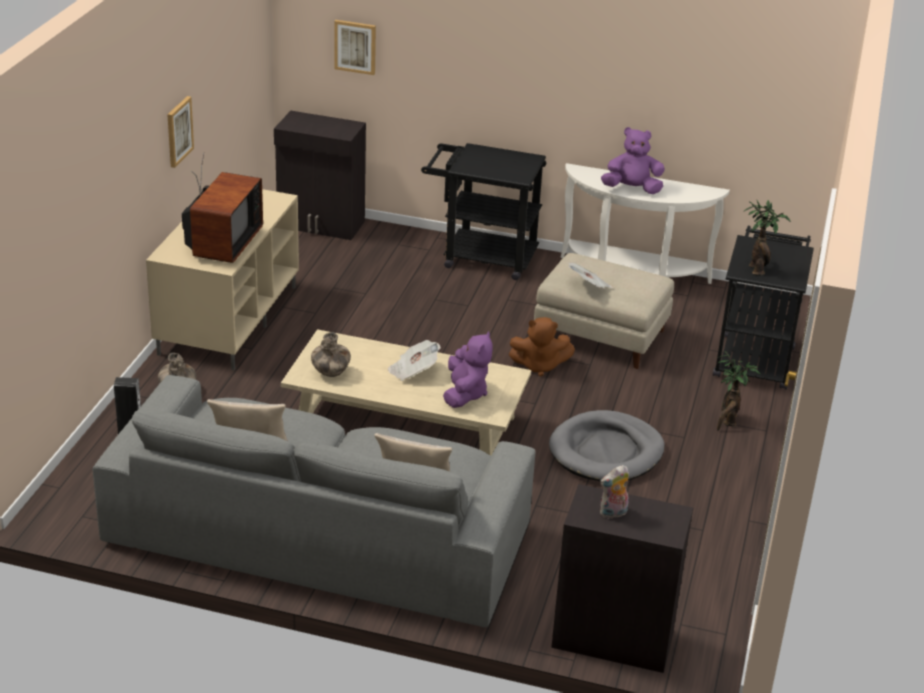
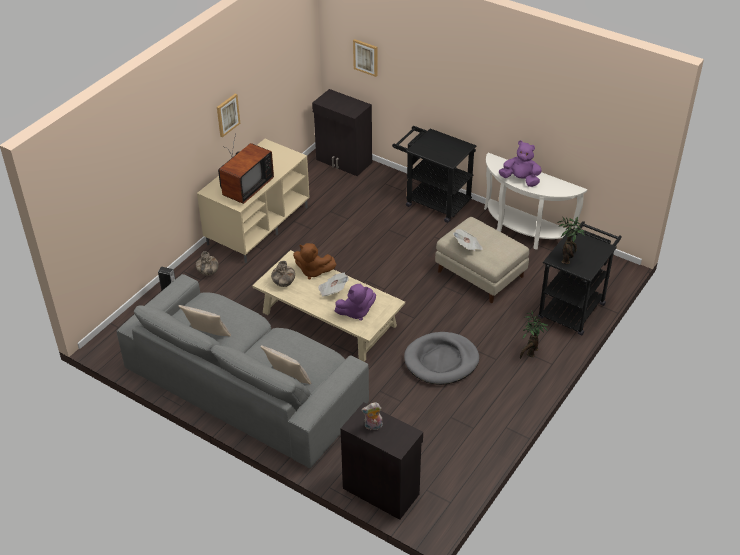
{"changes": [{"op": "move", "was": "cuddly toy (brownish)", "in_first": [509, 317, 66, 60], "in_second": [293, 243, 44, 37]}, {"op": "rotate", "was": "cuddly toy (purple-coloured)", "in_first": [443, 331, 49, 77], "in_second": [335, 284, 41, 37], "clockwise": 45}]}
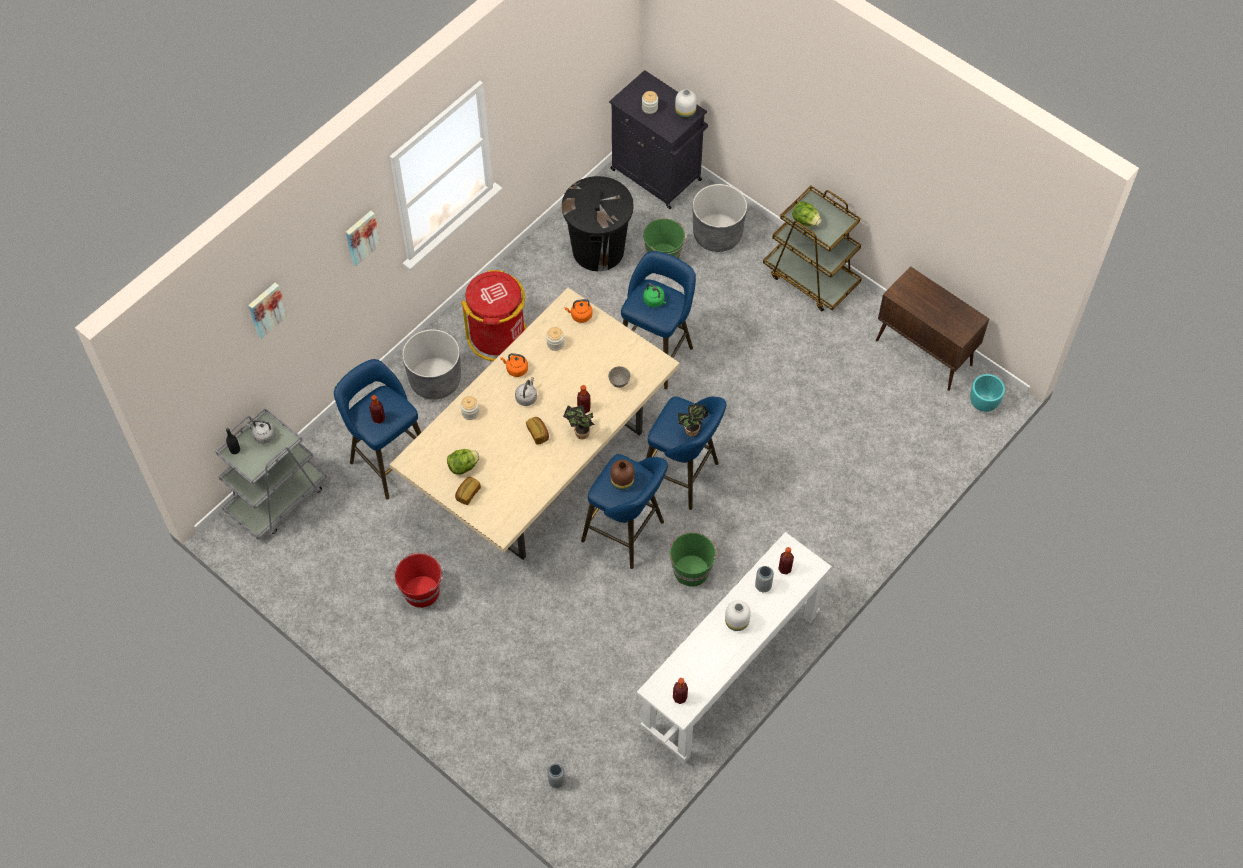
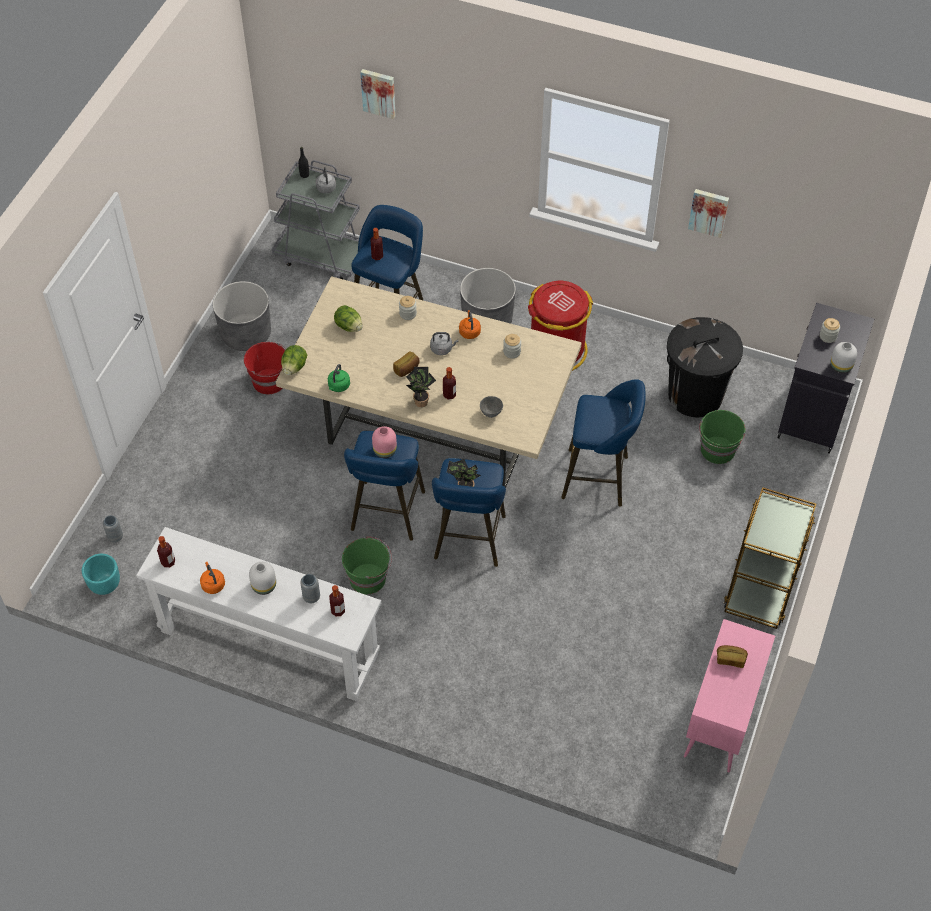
{"changes": [{"op": "move", "was": "flower pot (blue-green)", "in_first": [970, 374, 35, 38], "in_second": [82, 554, 38, 41]}, {"op": "move", "was": "kettle (orange-coloured)", "in_first": [564, 299, 28, 24], "in_second": [200, 562, 25, 32]}, {"op": "move", "was": "flower pot (grey)", "in_first": [693, 184, 54, 68], "in_second": [213, 281, 58, 70]}, {"op": "move", "was": "lettuce head", "in_first": [792, 201, 29, 26], "in_second": [281, 345, 26, 30]}, {"op": "move", "was": "kettle (green)", "in_first": [643, 283, 23, 24], "in_second": [328, 364, 22, 28]}, {"op": "recolor", "was": "vase (brownish)", "now": "vase (pinkish)", "in_first": [611, 460, 23, 30], "in_second": [372, 426, 25, 32]}, {"op": "recolor", "was": "cabinet (brownish)", "now": "cabinet (pinkish)", "in_first": [876, 266, 113, 125], "in_second": [684, 619, 91, 154]}, {"op": "move", "was": "picture", "in_first": [346, 211, 35, 55], "in_second": [688, 189, 41, 49]}, {"op": "move", "was": "bakery bread", "in_first": [455, 477, 26, 28], "in_second": [717, 645, 31, 23]}]}
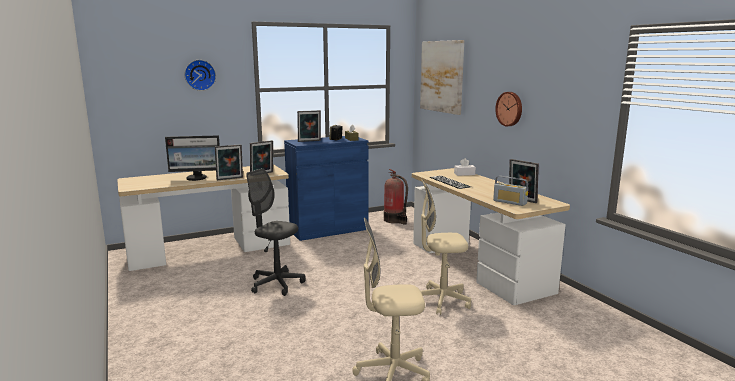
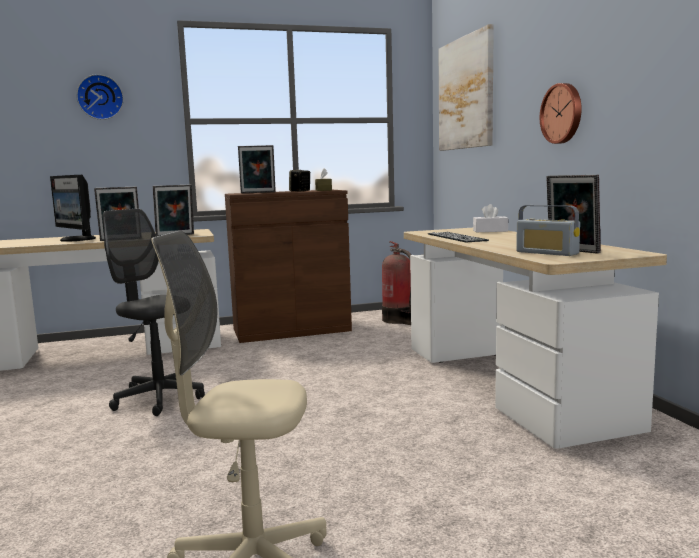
{"changes": [{"op": "rotate", "was": "computer screen", "in_first": [165, 135, 55, 46], "in_second": [50, 175, 46, 67], "clockwise": 45}, {"op": "recolor", "was": "cabinet (blue)", "now": "cabinet (brownish)", "in_first": [284, 136, 84, 105], "in_second": [225, 190, 127, 153]}, {"op": "delete", "was": "desk chair (beige-coloured)", "in_first": [421, 179, 50, 136]}]}
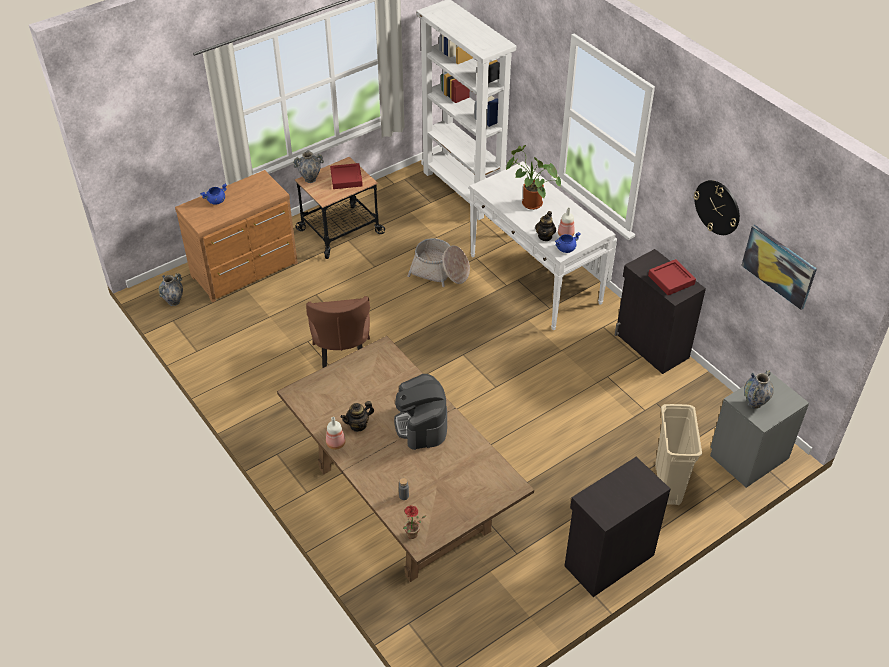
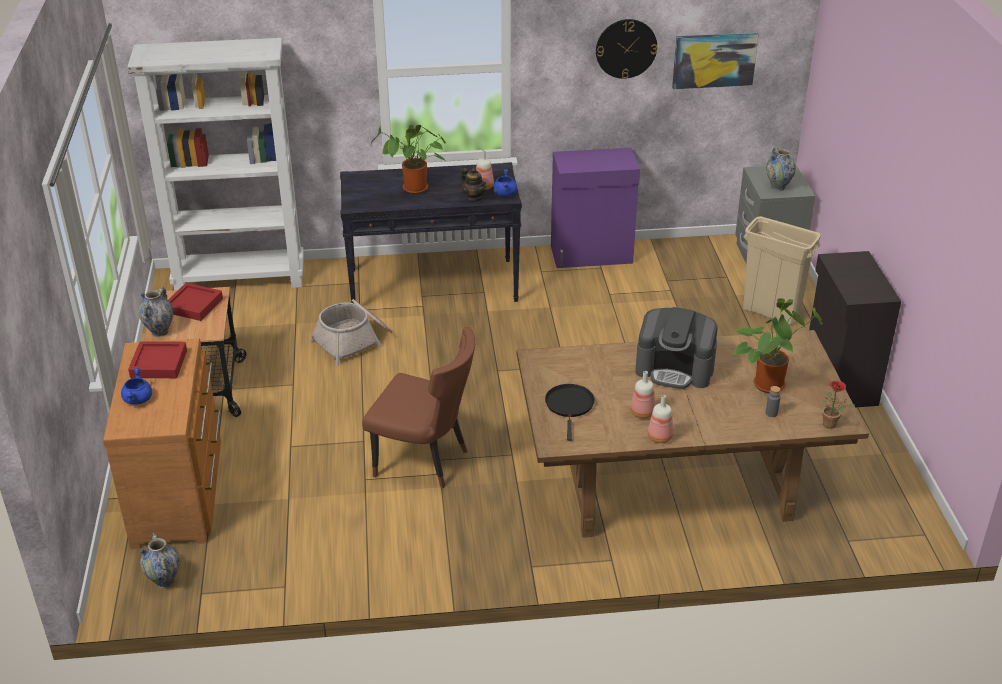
{"changes": [{"op": "move", "was": "carrying tray (red-coloured)", "in_first": [648, 259, 48, 36], "in_second": [128, 341, 59, 37]}, {"op": "recolor", "was": "hall table (whitish)", "now": "hall table (black-coloured)", "in_first": [469, 161, 147, 170], "in_second": [340, 162, 182, 142]}, {"op": "insert", "now": "skillet (black-coloured)", "in_second": [545, 384, 50, 57]}, {"op": "recolor", "was": "cabinet (black-coloured)", "now": "cabinet (purple-coloured)", "in_first": [615, 249, 91, 125], "in_second": [551, 148, 89, 120]}, {"op": "replace", "was": "teapot", "now": "bottle", "in_first": [340, 401, 34, 31], "in_second": [630, 371, 26, 47]}, {"op": "insert", "now": "plant in a pot", "in_second": [734, 298, 89, 95]}]}
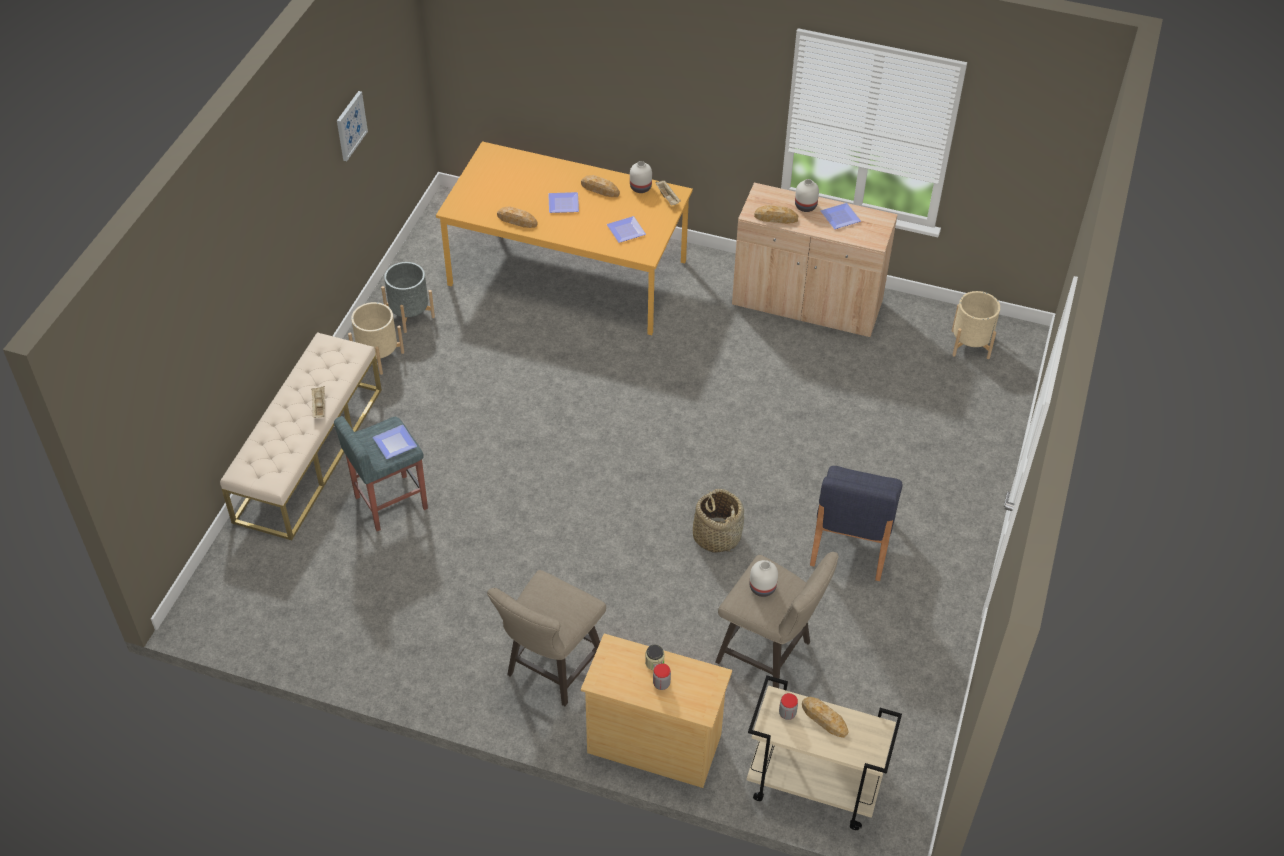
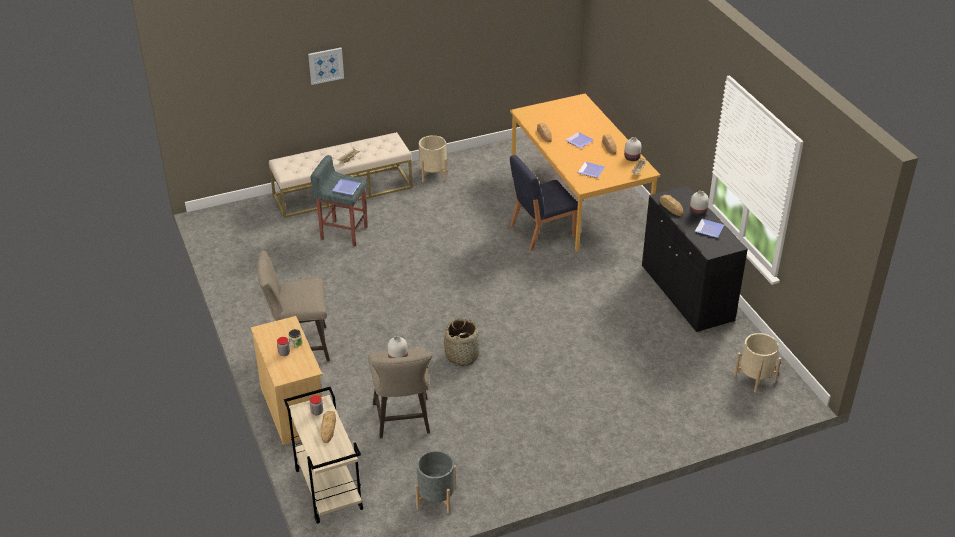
{"changes": [{"op": "move", "was": "picture", "in_first": [337, 91, 31, 70], "in_second": [308, 48, 36, 37]}, {"op": "move", "was": "flower pot (grey)", "in_first": [381, 262, 54, 71], "in_second": [416, 450, 40, 64]}, {"op": "move", "was": "upright chair (blue)", "in_first": [810, 466, 92, 115], "in_second": [510, 155, 68, 96]}, {"op": "recolor", "was": "cabinet (beige-coloured)", "now": "cabinet (black-coloured)", "in_first": [732, 183, 166, 154], "in_second": [642, 186, 106, 147]}]}
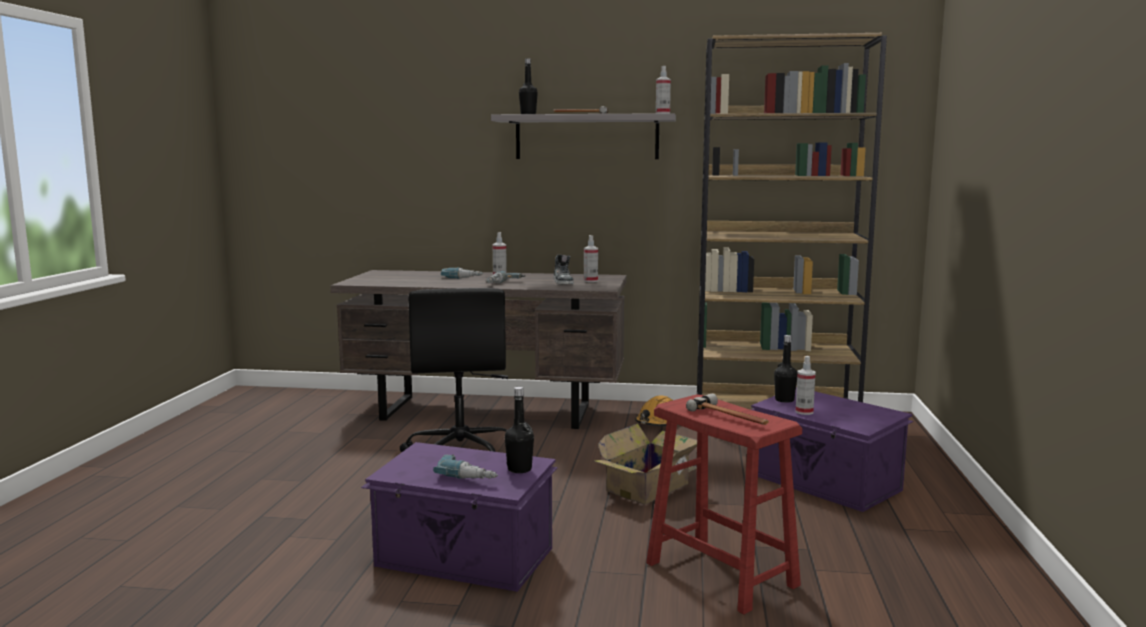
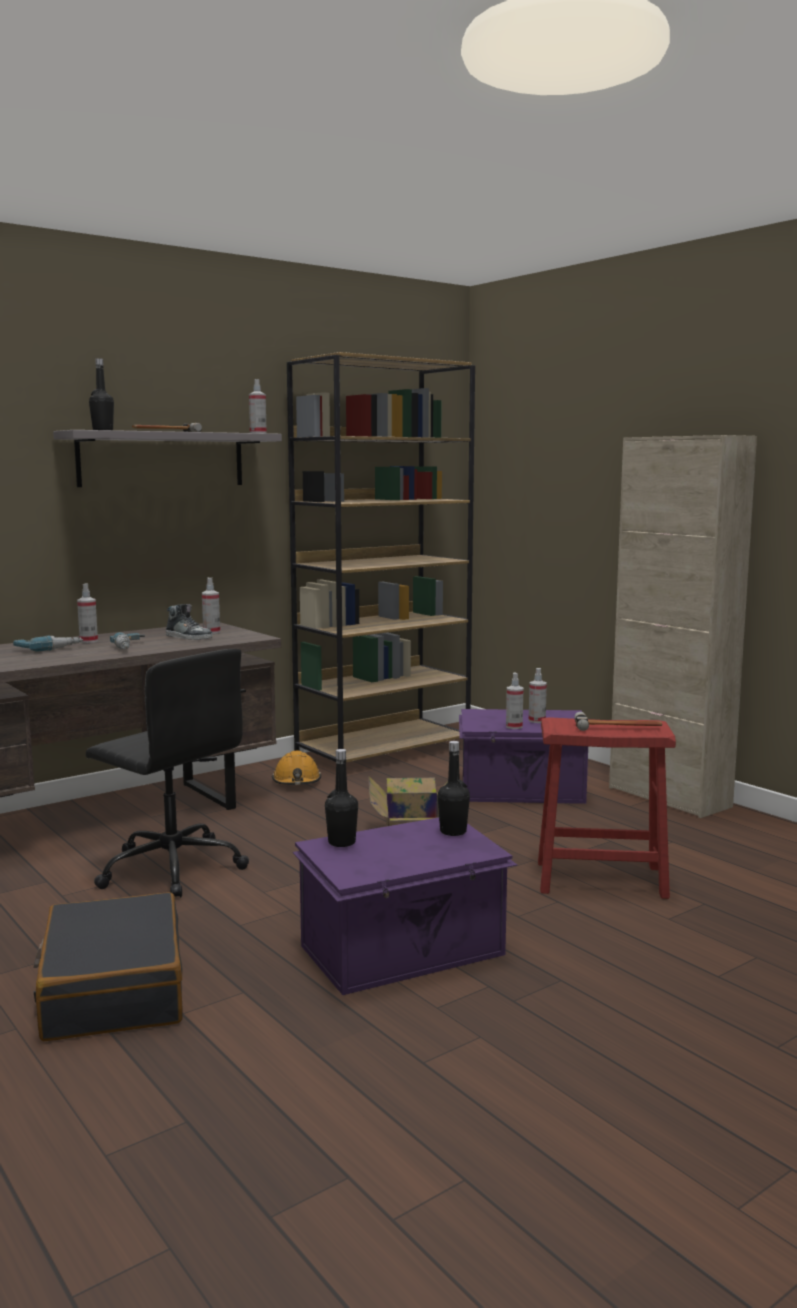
{"changes": [{"op": "insert", "now": "piece of luggage (black-coloured)", "in_second": [33, 892, 150, 149]}, {"op": "move", "was": "bottle (black-coloured)", "in_first": [774, 335, 23, 68], "in_second": [325, 749, 33, 98]}, {"op": "insert", "now": "spray bottle", "in_second": [529, 668, 18, 55]}, {"op": "insert", "now": "cabinet (beige-coloured)", "in_second": [609, 435, 148, 383]}, {"op": "delete", "was": "power drill", "in_first": [433, 454, 65, 25]}]}
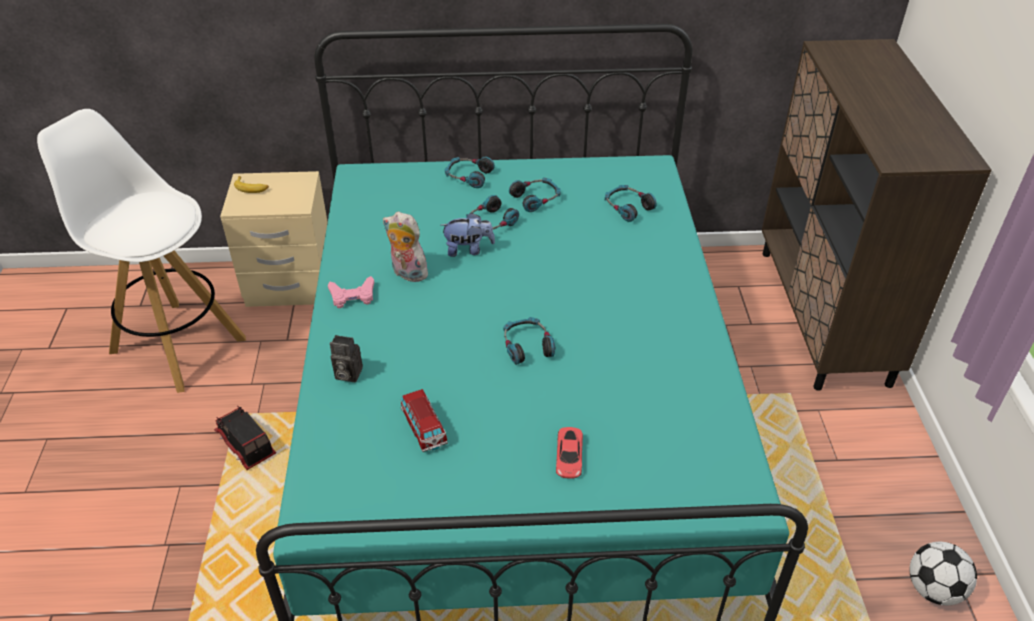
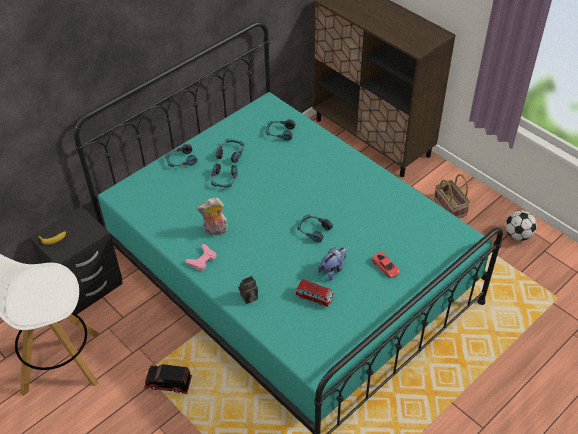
{"changes": [{"op": "recolor", "was": "nightstand (beige-coloured)", "now": "nightstand (black-coloured)", "in_first": [220, 171, 108, 136], "in_second": [29, 206, 94, 109]}, {"op": "move", "was": "cuddly toy", "in_first": [441, 213, 54, 44], "in_second": [318, 247, 29, 34]}, {"op": "insert", "now": "storage basket", "in_second": [434, 174, 37, 44]}]}
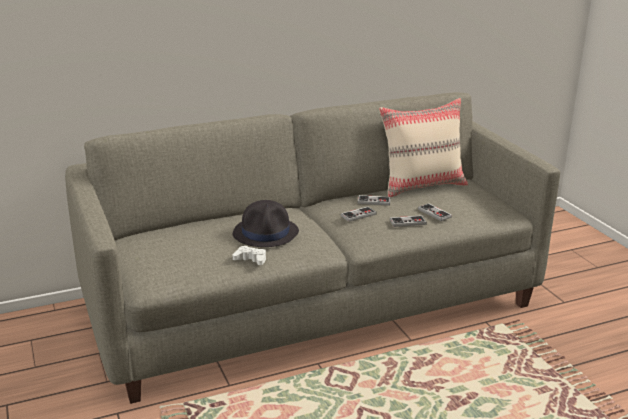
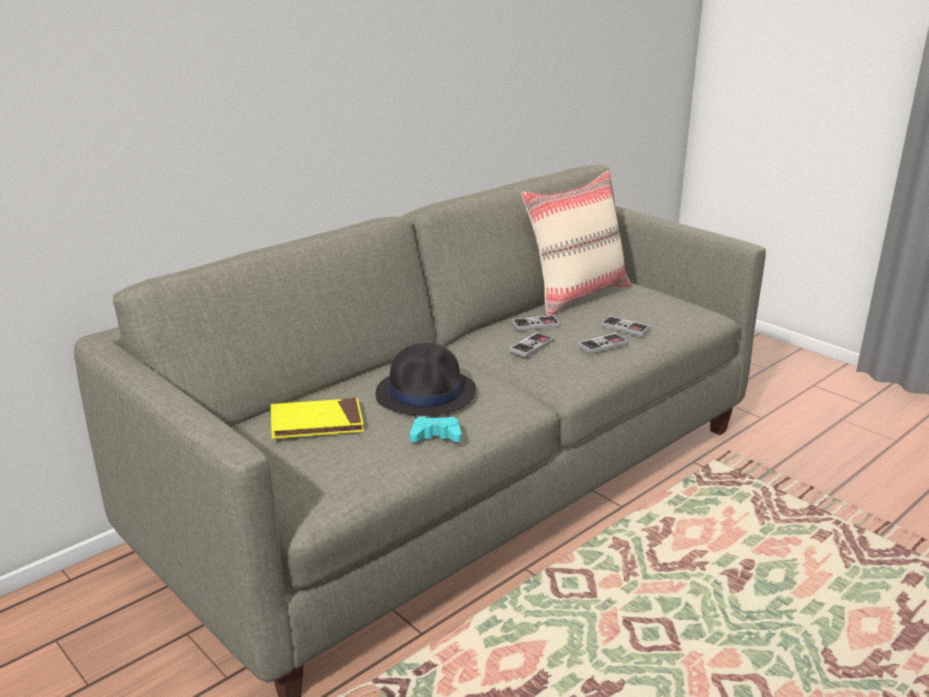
{"changes": [{"op": "insert", "now": "bound book (yellow-coloured)", "in_second": [271, 398, 93, 41]}, {"op": "recolor", "was": "gamepad (whitish)", "now": "gamepad (blue-green)", "in_first": [233, 246, 33, 19], "in_second": [410, 417, 51, 25]}]}
